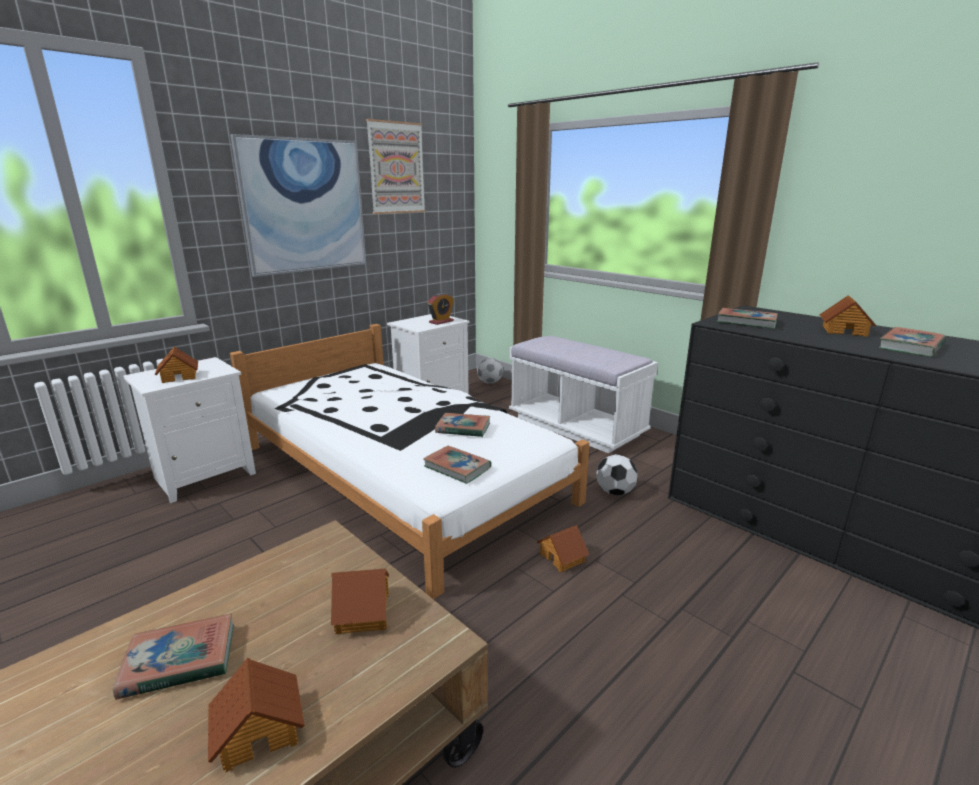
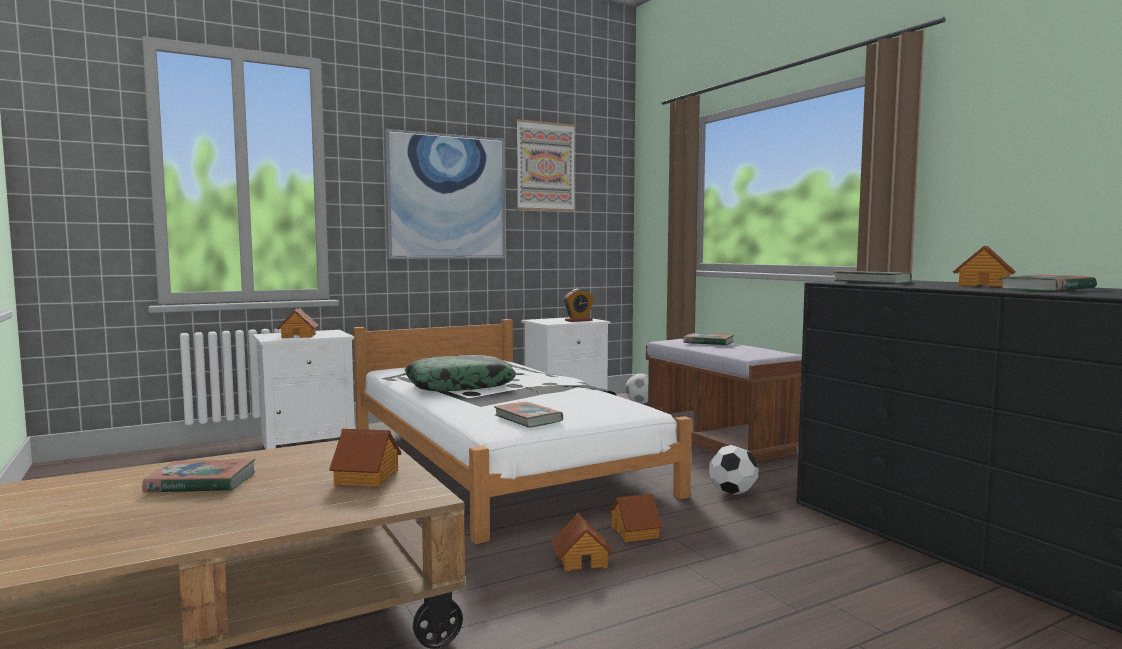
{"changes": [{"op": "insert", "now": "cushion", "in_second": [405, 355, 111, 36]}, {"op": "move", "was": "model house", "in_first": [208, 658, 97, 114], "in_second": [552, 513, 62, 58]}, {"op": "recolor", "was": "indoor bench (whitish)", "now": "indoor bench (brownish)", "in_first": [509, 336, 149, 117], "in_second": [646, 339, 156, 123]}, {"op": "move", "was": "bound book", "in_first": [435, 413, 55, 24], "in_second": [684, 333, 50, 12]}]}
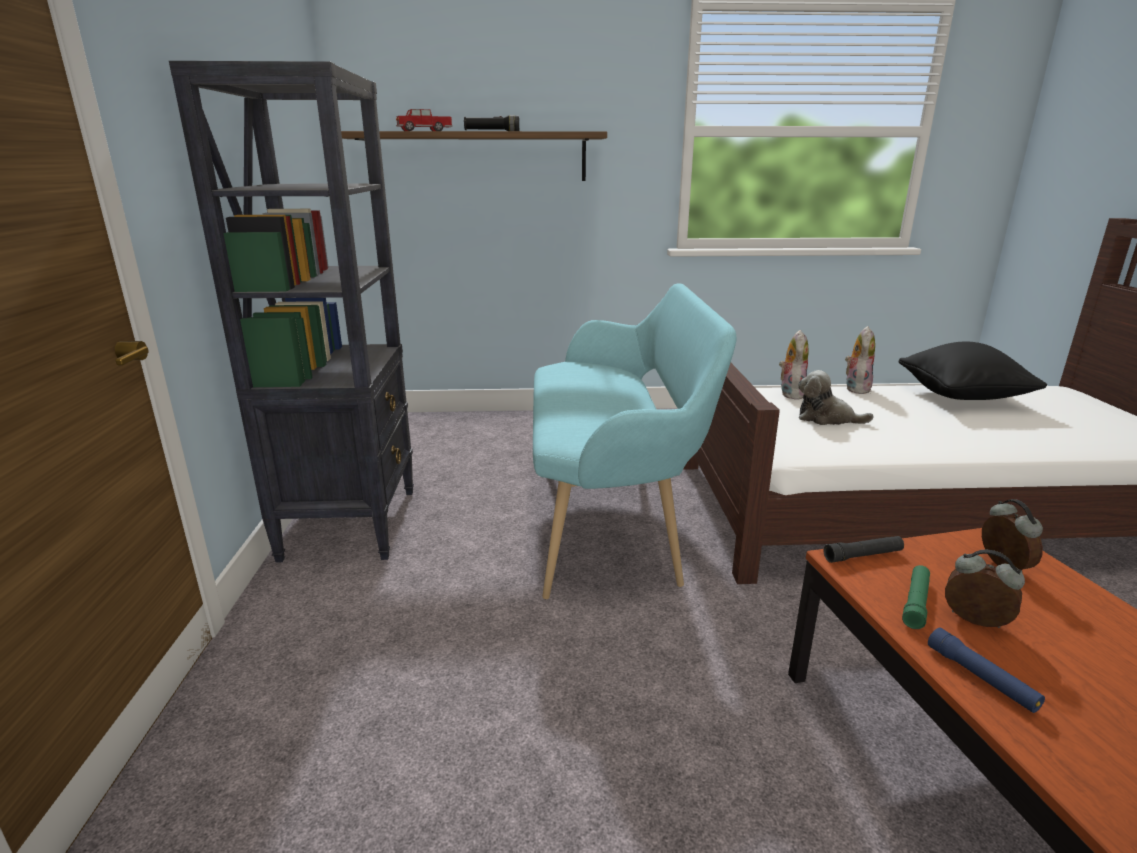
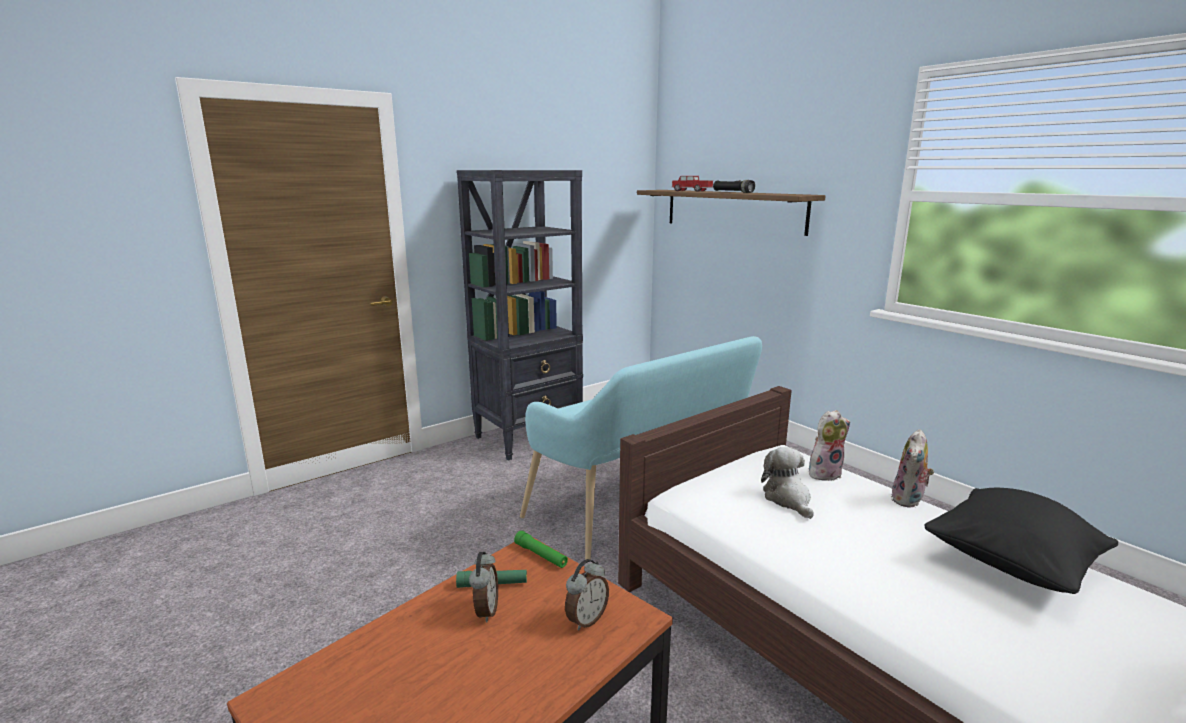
{"changes": [{"op": "recolor", "was": "torch (black-coloured)", "now": "torch (green)", "in_first": [824, 536, 80, 27], "in_second": [514, 531, 54, 37]}, {"op": "rotate", "was": "cuddly toy", "in_first": [845, 326, 30, 68], "in_second": [891, 429, 43, 79], "clockwise": 135}, {"op": "delete", "was": "torch (blue)", "in_first": [928, 628, 117, 85]}]}
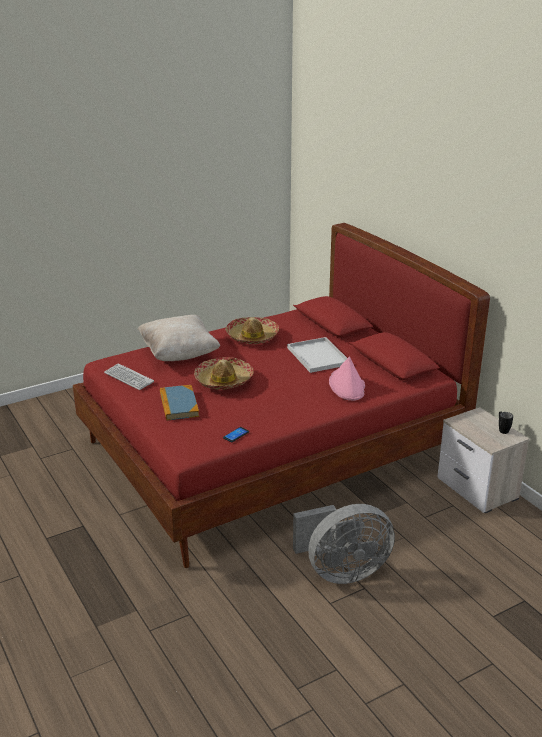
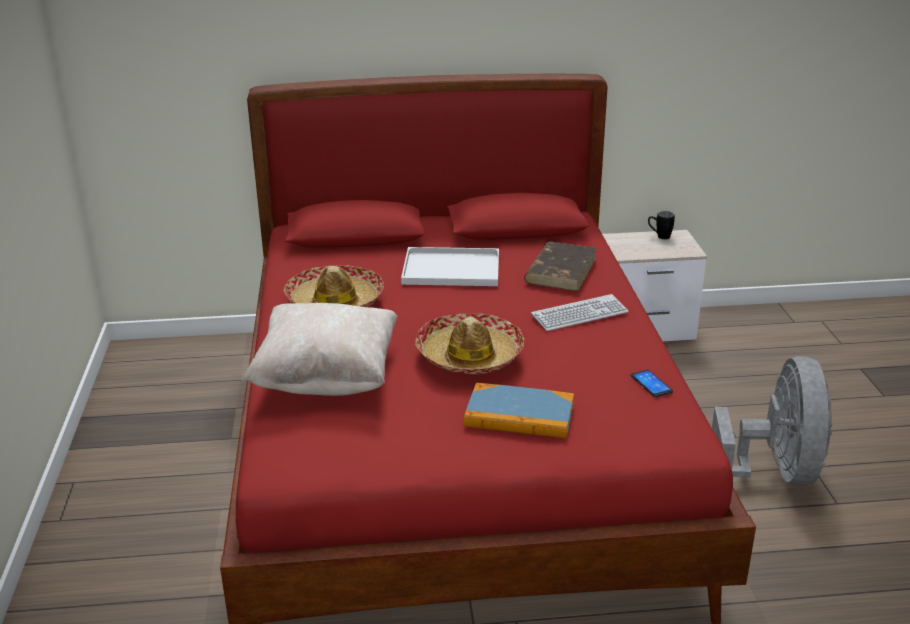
{"changes": [{"op": "replace", "was": "clothing hat (pinkish)", "now": "bound book (brownish)", "in_first": [329, 356, 36, 45], "in_second": [524, 242, 73, 49]}, {"op": "move", "was": "keyboard", "in_first": [104, 363, 50, 27], "in_second": [531, 294, 97, 37]}]}
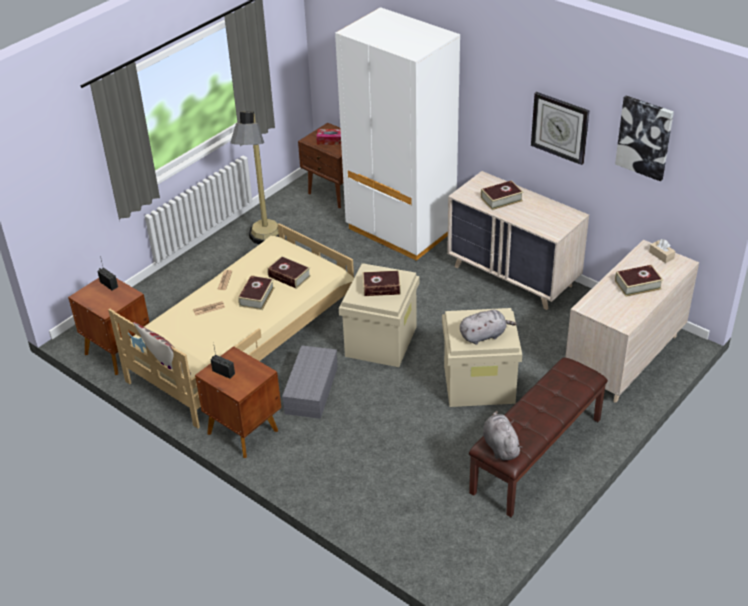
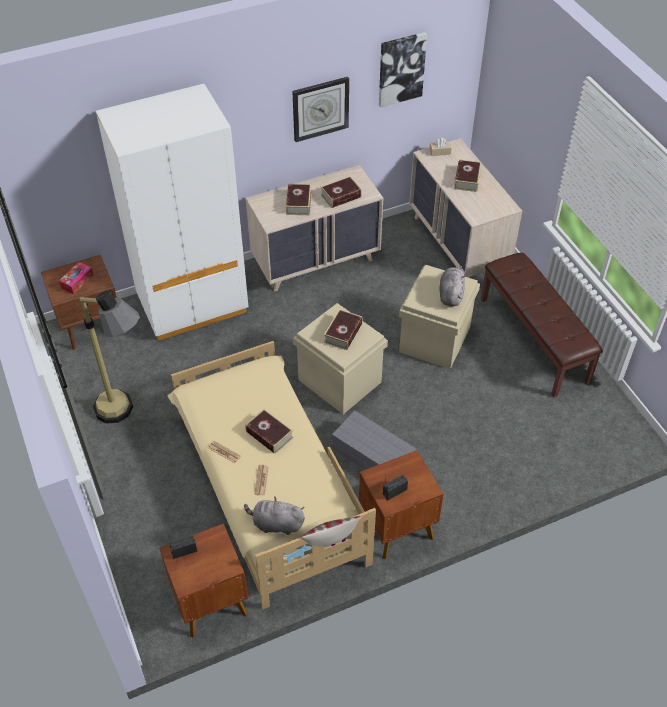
{"changes": [{"op": "move", "was": "cuddly toy (grey)", "in_first": [483, 411, 40, 50], "in_second": [244, 497, 61, 38]}, {"op": "move", "was": "bound book", "in_first": [267, 256, 44, 33], "in_second": [321, 176, 41, 32]}]}
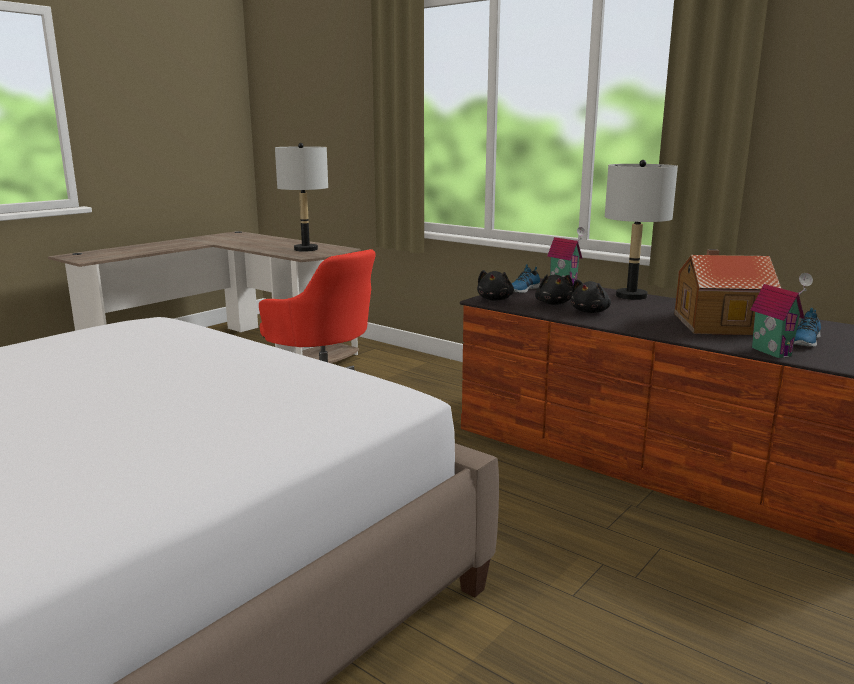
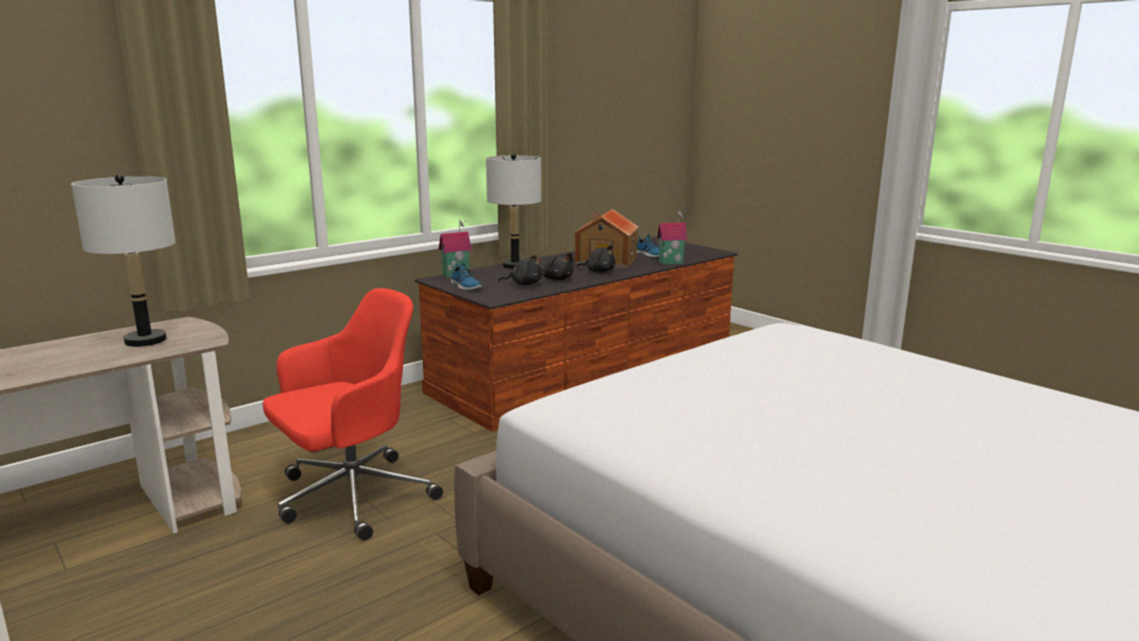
{"changes": [{"op": "move", "was": "cuddly toy (black-coloured)", "in_first": [477, 270, 37, 31], "in_second": [577, 245, 39, 28]}]}
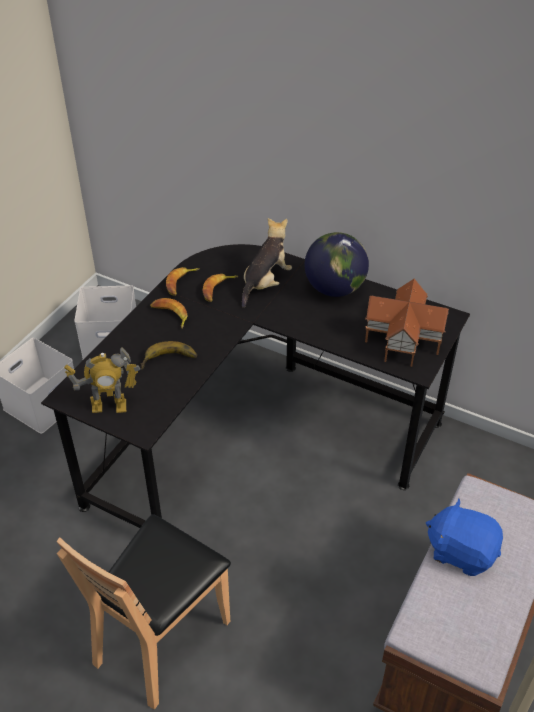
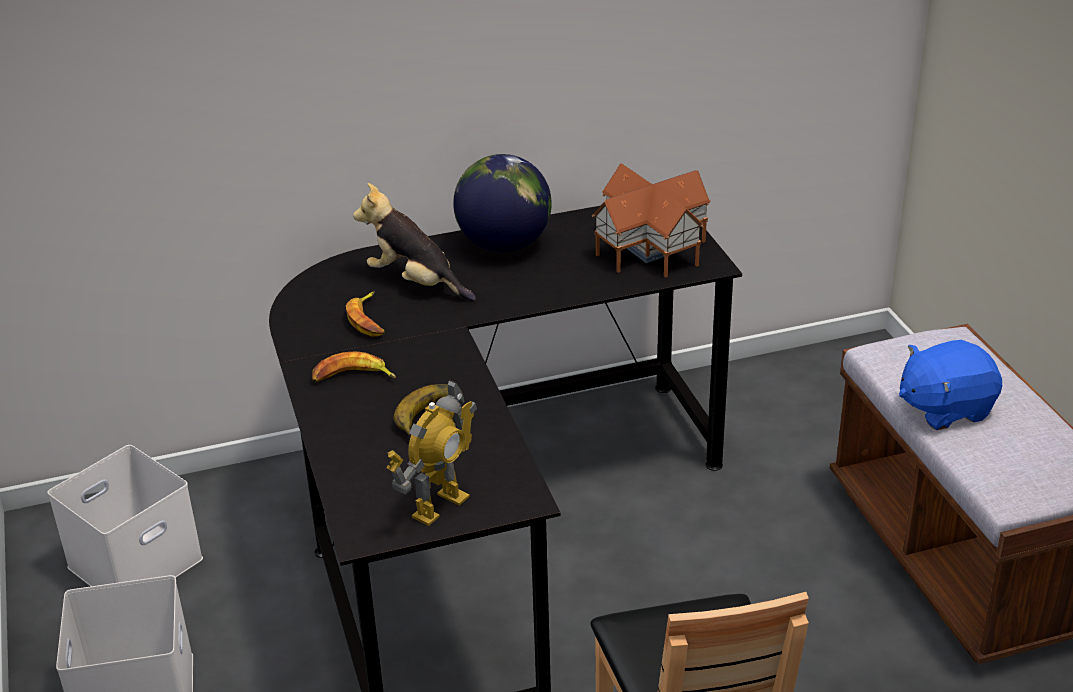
{"changes": [{"op": "rotate", "was": "cuddly toy", "in_first": [242, 218, 50, 90], "in_second": [353, 183, 123, 118], "clockwise": -45}, {"op": "delete", "was": "banana", "in_first": [166, 267, 33, 29]}]}
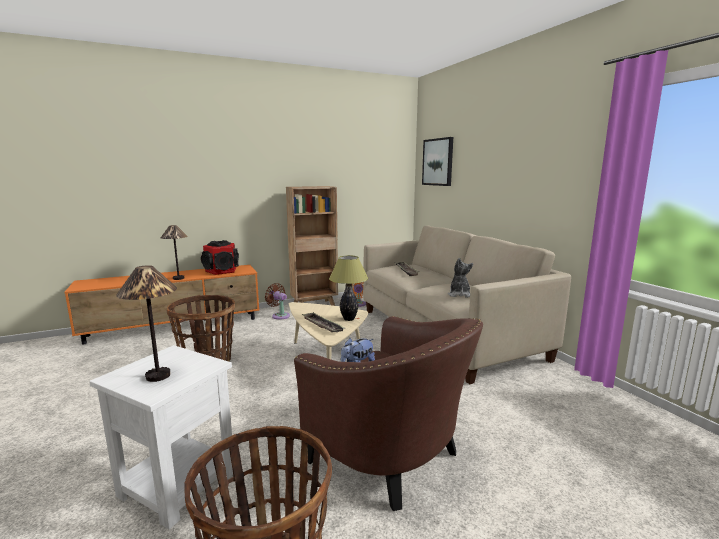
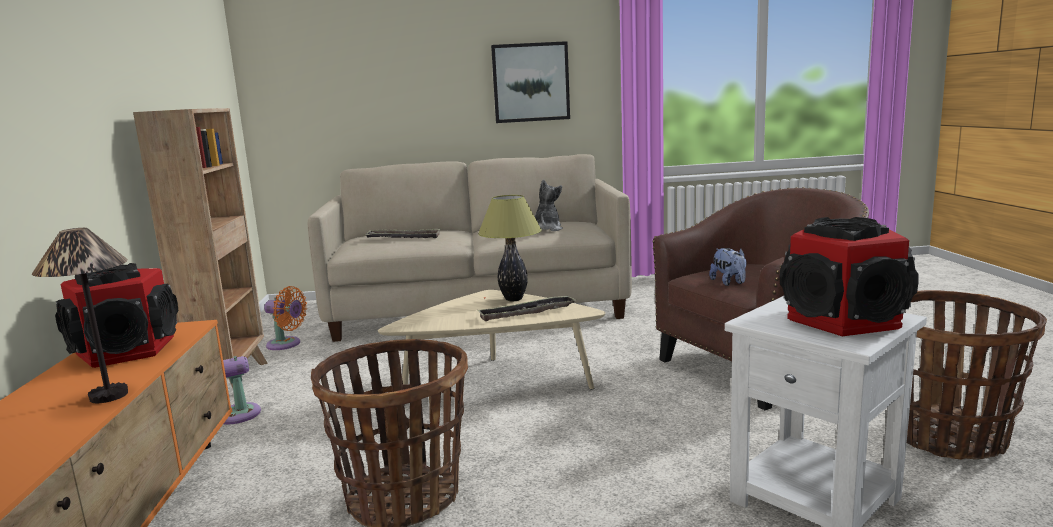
{"changes": [{"op": "move", "was": "picture", "in_first": [422, 137, 31, 49], "in_second": [491, 41, 79, 82]}, {"op": "rotate", "was": "cuddly toy", "in_first": [448, 258, 25, 40], "in_second": [535, 179, 28, 52], "clockwise": 75}, {"op": "replace", "was": "lamp for a table", "now": "speaker", "in_first": [116, 265, 61, 117], "in_second": [779, 217, 140, 119]}]}
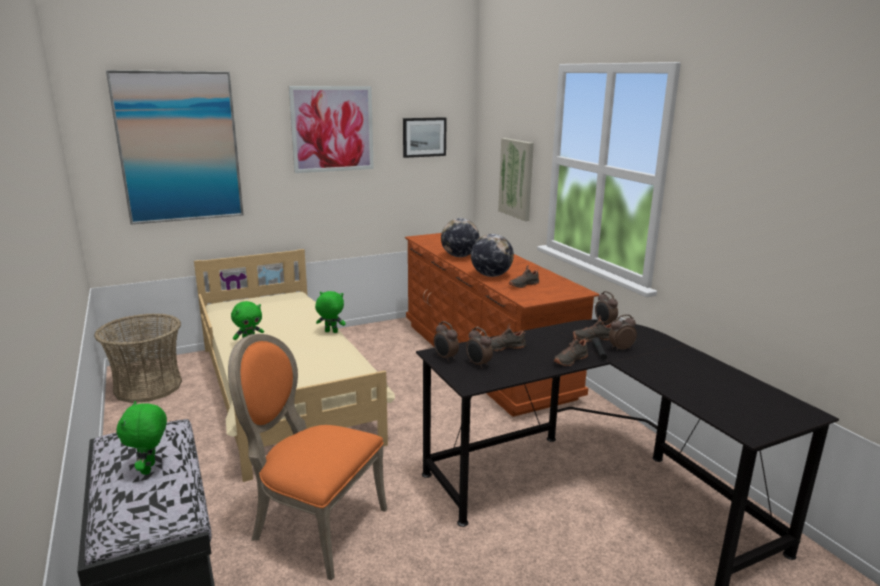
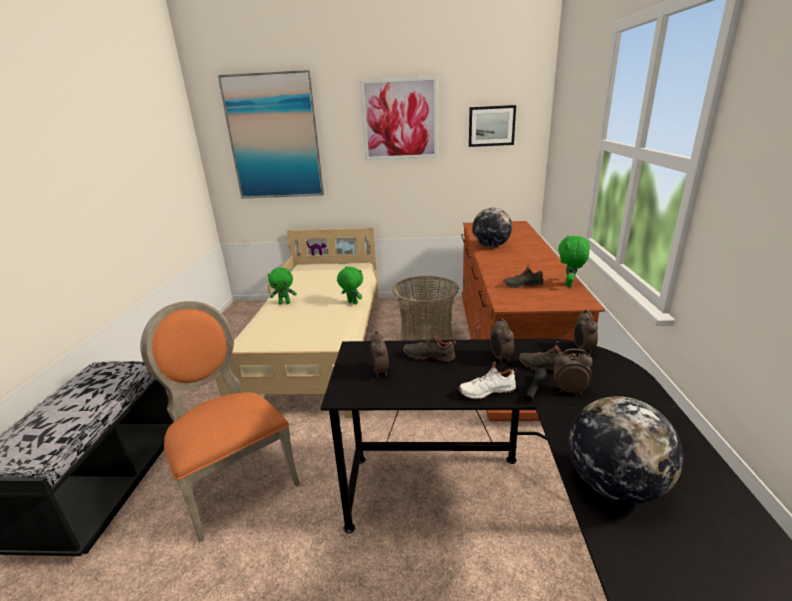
{"changes": [{"op": "move", "was": "storage basket", "in_first": [94, 313, 88, 90], "in_second": [392, 276, 67, 65]}, {"op": "recolor", "was": "shoe (black-coloured)", "now": "shoe (whitish)", "in_first": [554, 334, 34, 32], "in_second": [458, 362, 59, 38]}, {"op": "move", "was": "bedside clock", "in_first": [434, 321, 25, 41], "in_second": [490, 318, 24, 46]}, {"op": "move", "was": "cuddly toy (green)", "in_first": [117, 401, 50, 74], "in_second": [558, 235, 32, 52]}, {"op": "move", "was": "desk globe", "in_first": [471, 234, 43, 43], "in_second": [569, 396, 114, 108]}, {"op": "delete", "was": "picture", "in_first": [498, 138, 36, 83]}]}
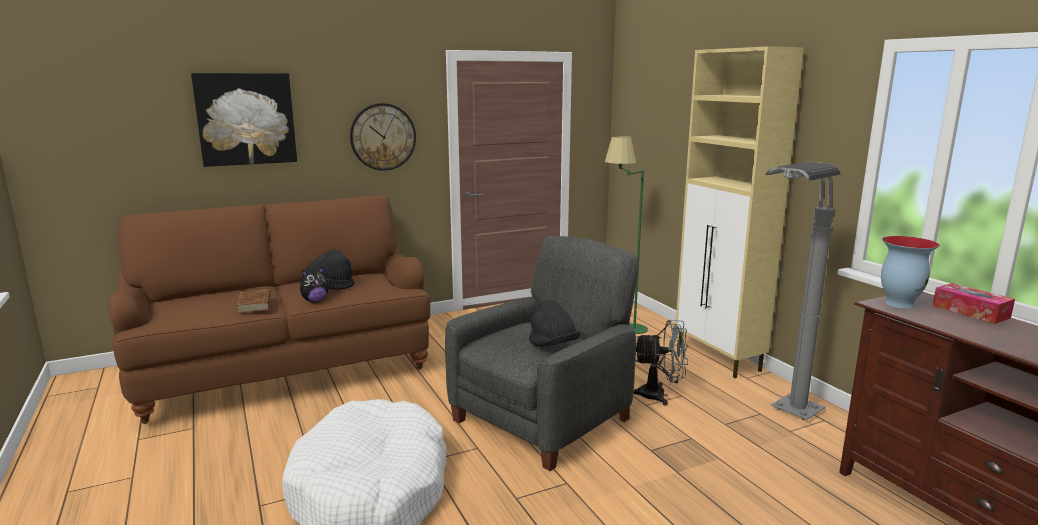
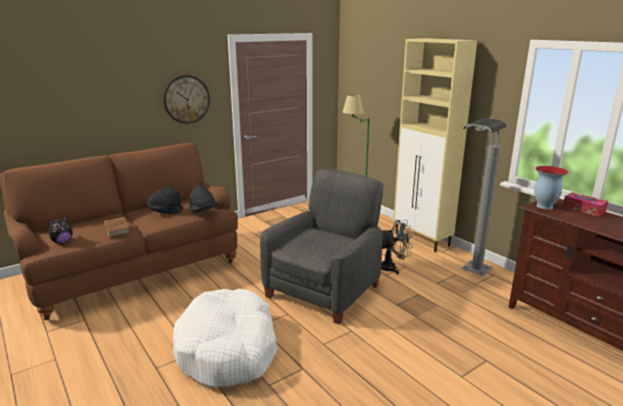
{"changes": [{"op": "move", "was": "cuddly toy", "in_first": [300, 267, 29, 35], "in_second": [49, 216, 23, 28]}, {"op": "move", "was": "clothing hat (black-coloured)", "in_first": [529, 300, 51, 46], "in_second": [189, 185, 29, 27]}, {"op": "delete", "was": "picture", "in_first": [191, 73, 106, 94]}]}
